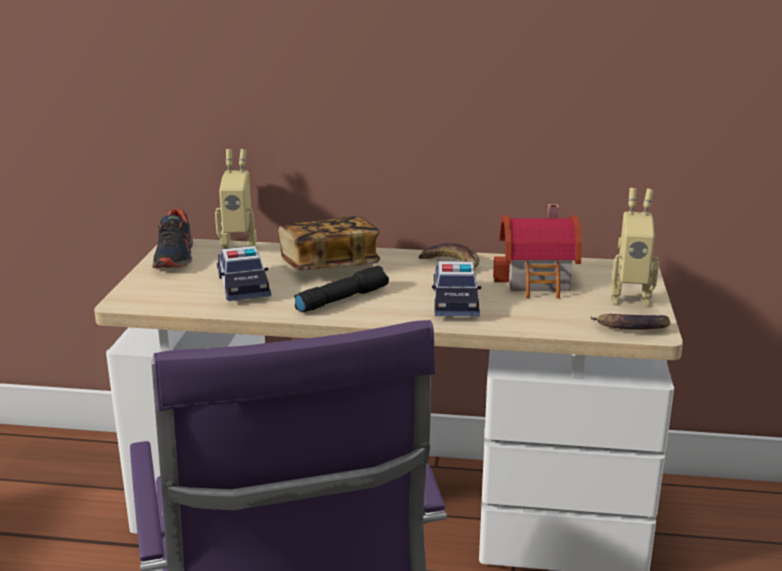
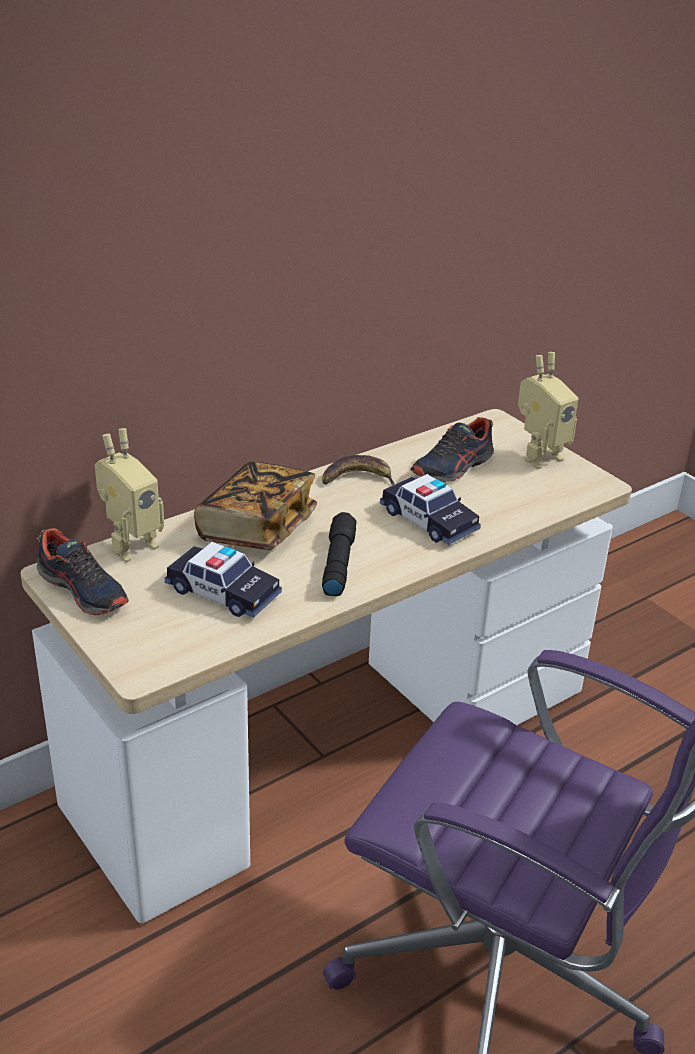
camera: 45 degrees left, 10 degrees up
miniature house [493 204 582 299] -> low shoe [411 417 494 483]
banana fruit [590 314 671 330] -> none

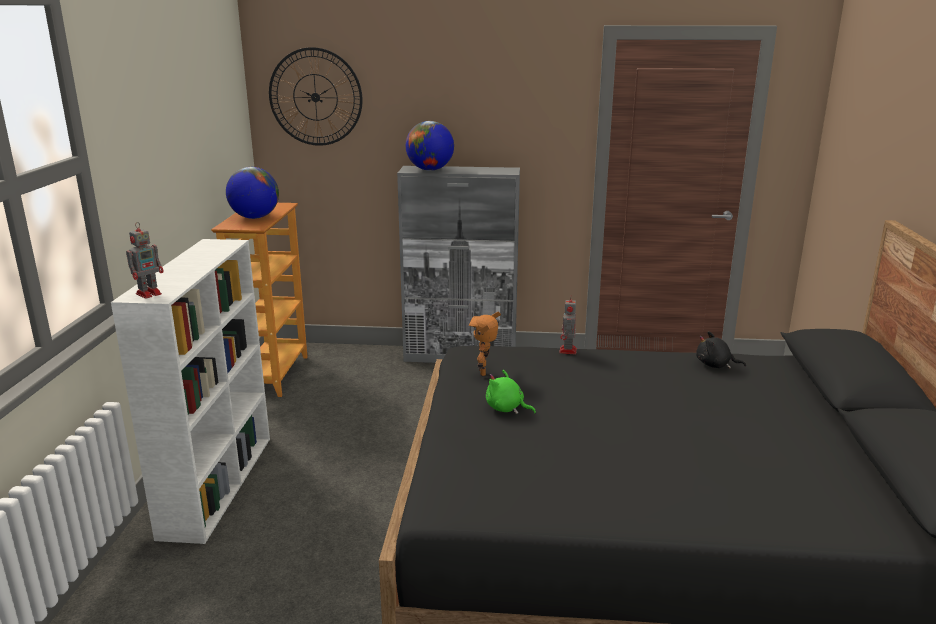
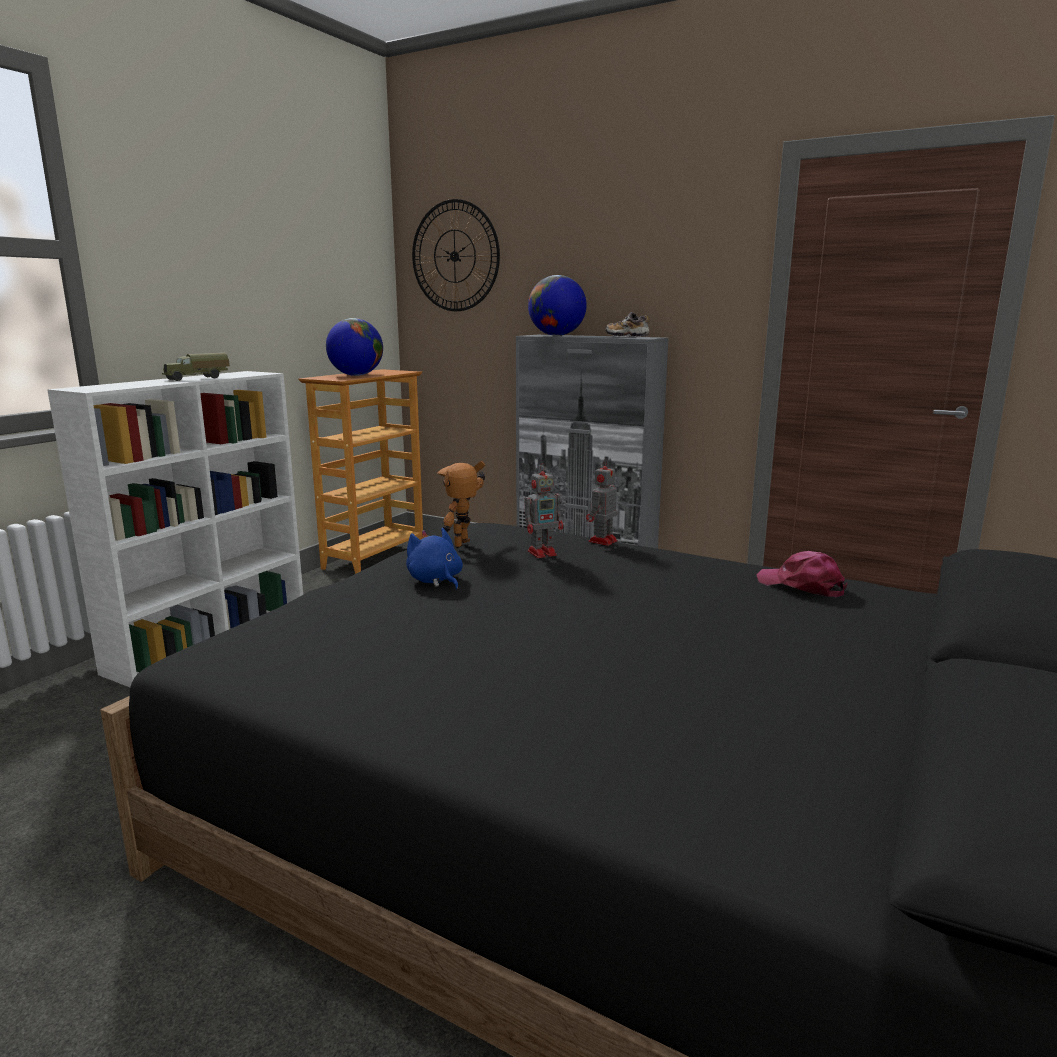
camera: 25 degrees right, 5 degrees down
model robot [126 222 163 299] -> model robot [524 463 563 558], move
black-coloured cuddly toy [696 331 746 369] -> pink-coloured peaked cap [756 551 847 597]
greenish cuddly toy [486 370 536 414] -> bluish cuddly toy [406 528 463 590]
none -> low shoe [605 312 649 337]
none -> toy truck [162 353 230 381]

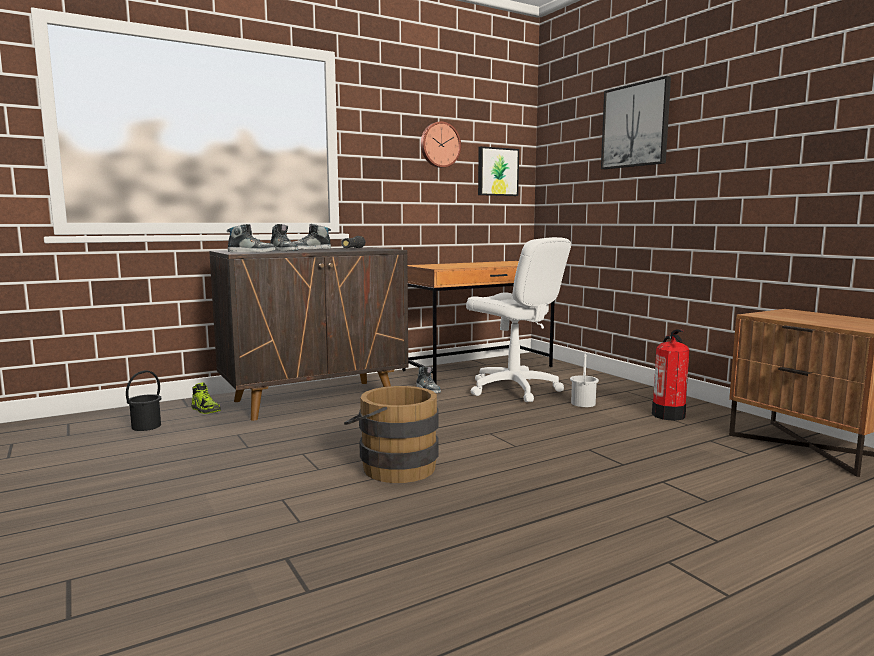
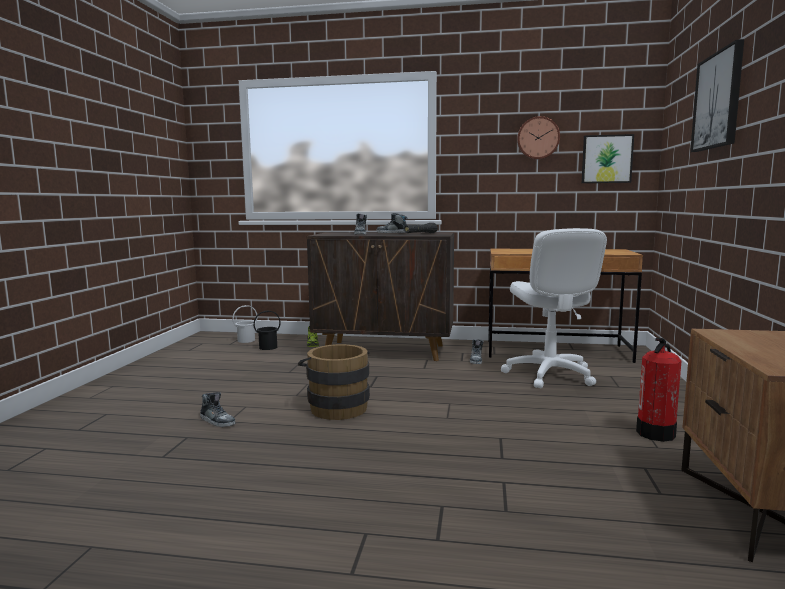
camera: 40 degrees right, 0 degrees up
low shoe [227 224 275 252] -> low shoe [200 392 236 427], move
white-coloured pail [570 354 599 407] -> white-coloured pail [232 305 258 343], move

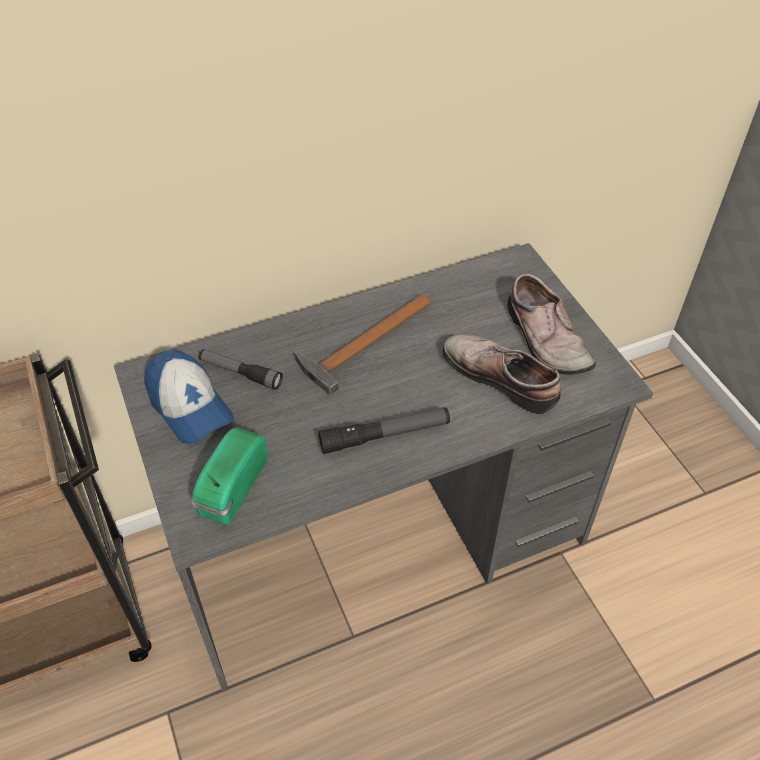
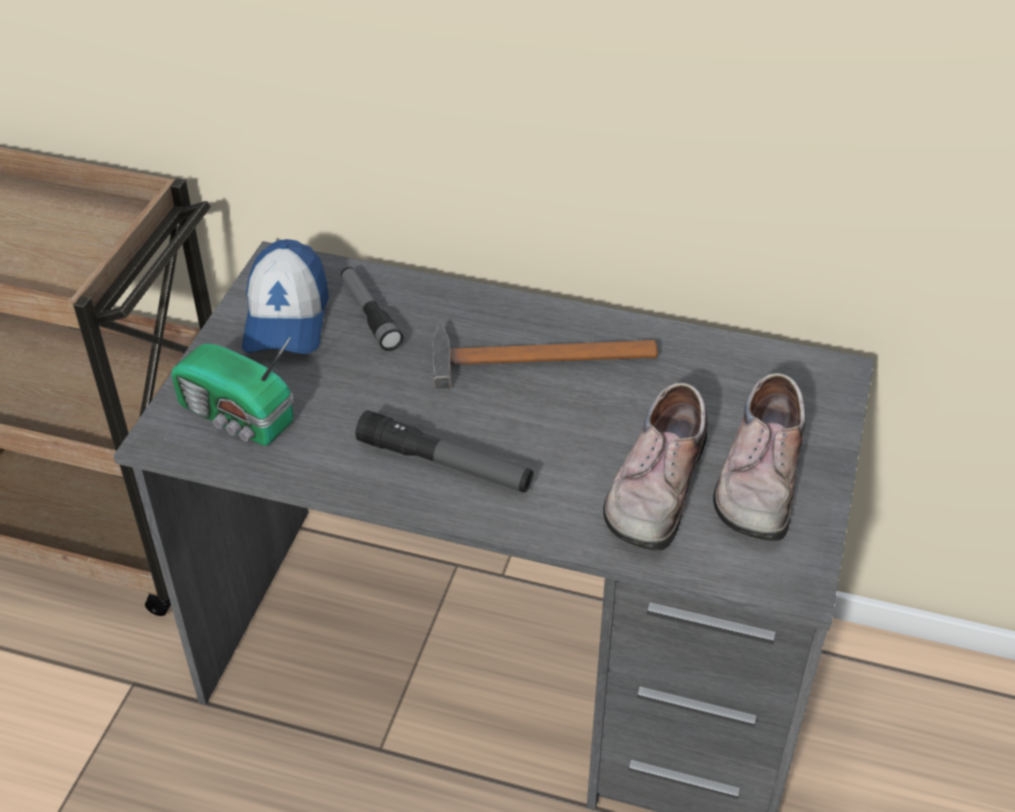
camera: 40 degrees right, 5 degrees down
low shoe [442 334 561 414] -> low shoe [603 383 708 551], 150 degrees counterclockwise
radio [191 427 268 525] -> radio [171 337 294 446], 120 degrees counterclockwise

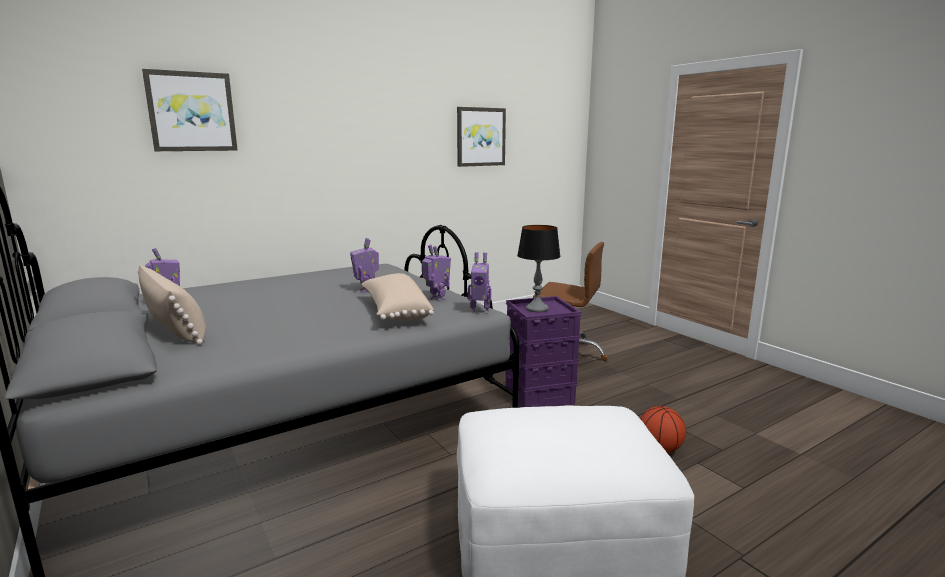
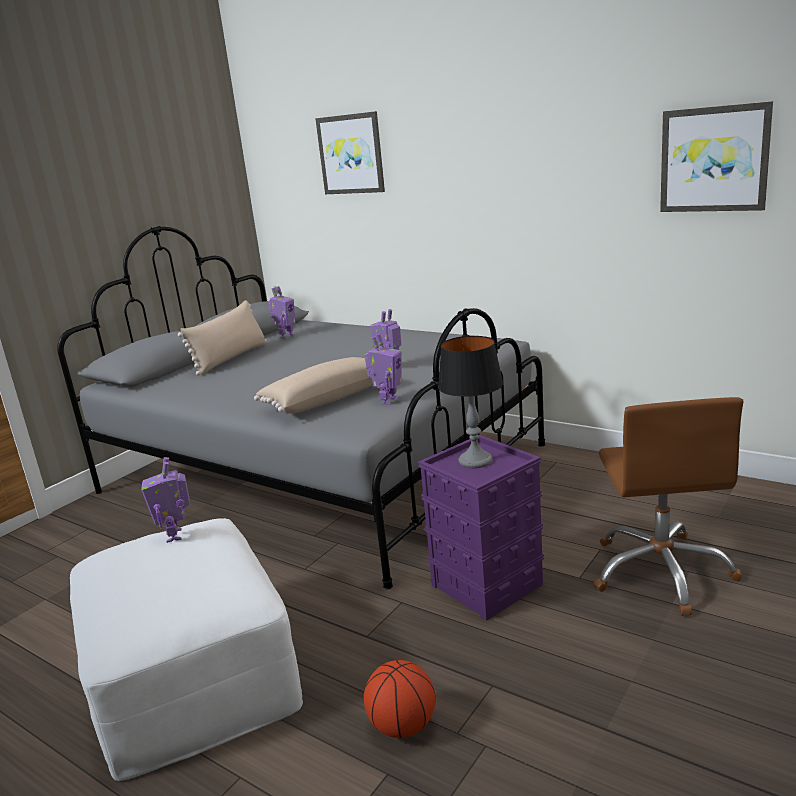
camera: 70 degrees right, 5 degrees up
model robot [468 253 491 314] -> model robot [141 457 190 543], move

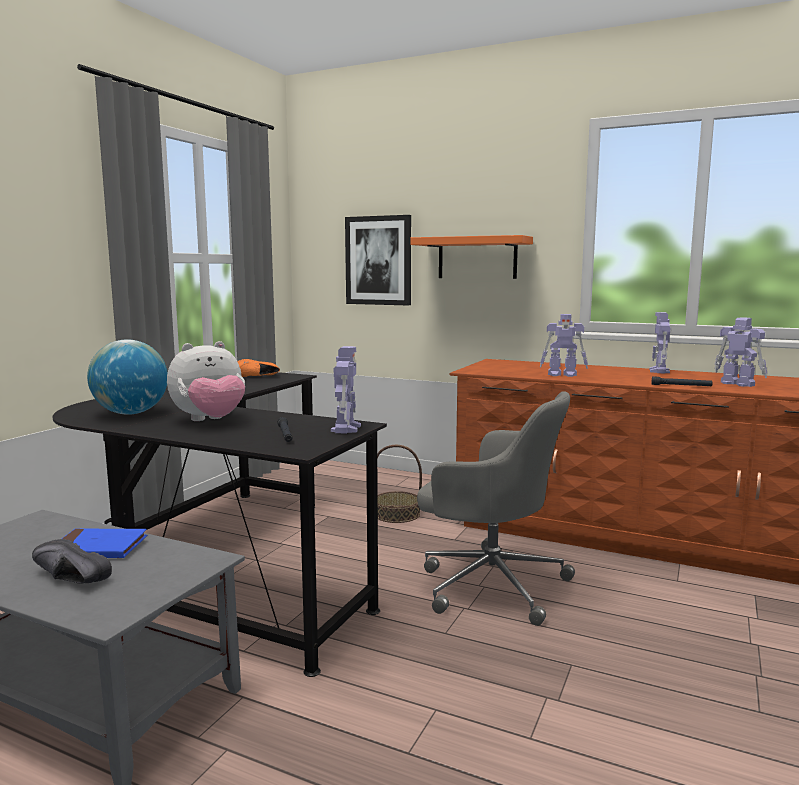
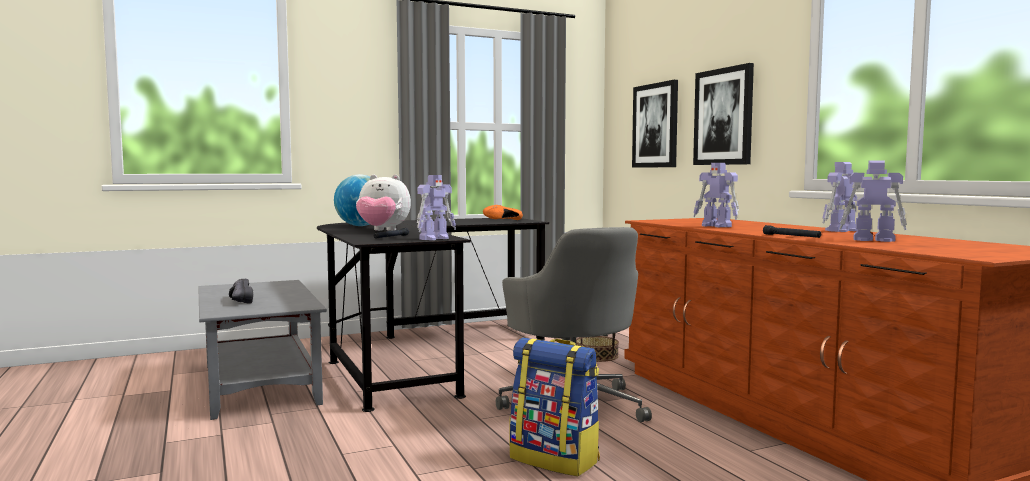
camera: 40 degrees right, 5 degrees down
orange-coloured wall shelf [410 235 533 279] -> wall art [693 63 754 165]
model robot [715 318 767 387] -> model robot [839 160 907 242], 75 degrees counterclockwise
bluish volume [62 529 148 558] -> none
none -> backpack [509 338 600 476]

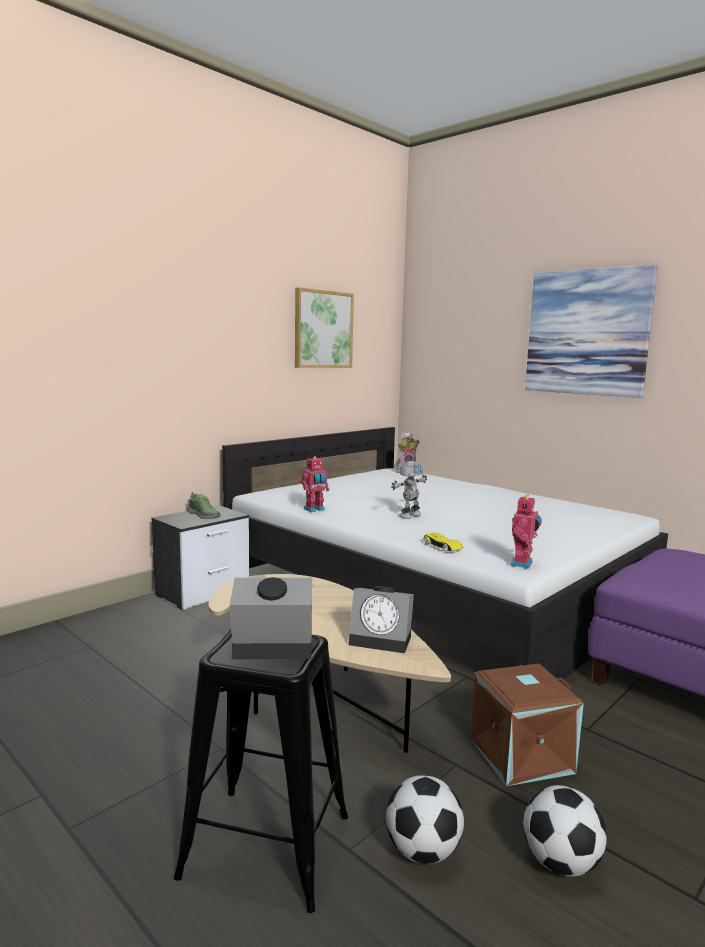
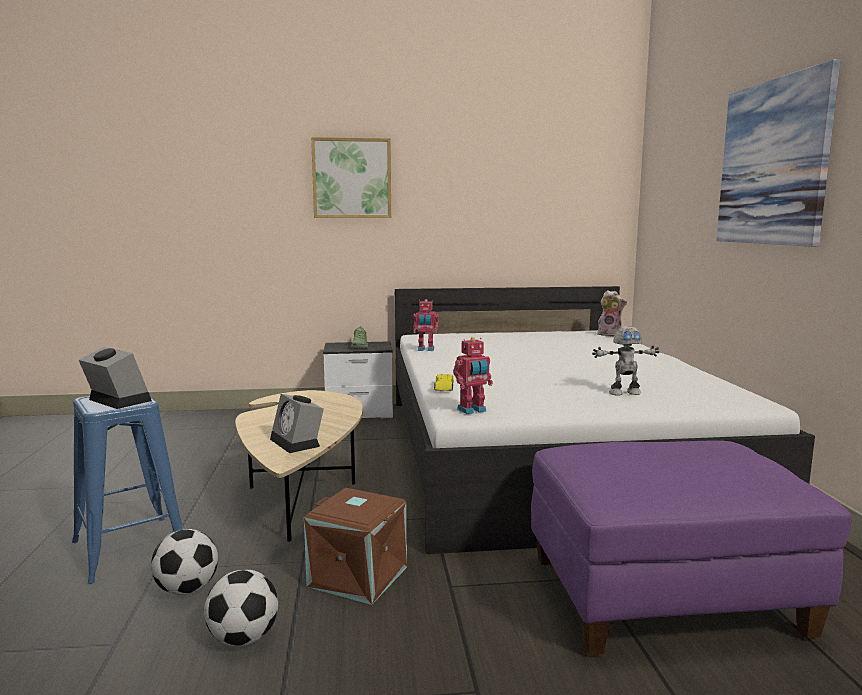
camera: 40 degrees right, 0 degrees up
wall art [295 288 354 368] -> wall art [311 137 391 218], move
model robot [391 461 427 519] -> model robot [592 326 659 396], move
black-coloured sitting stool [174 630 348 913] -> bluish sitting stool [72 396 183 584]

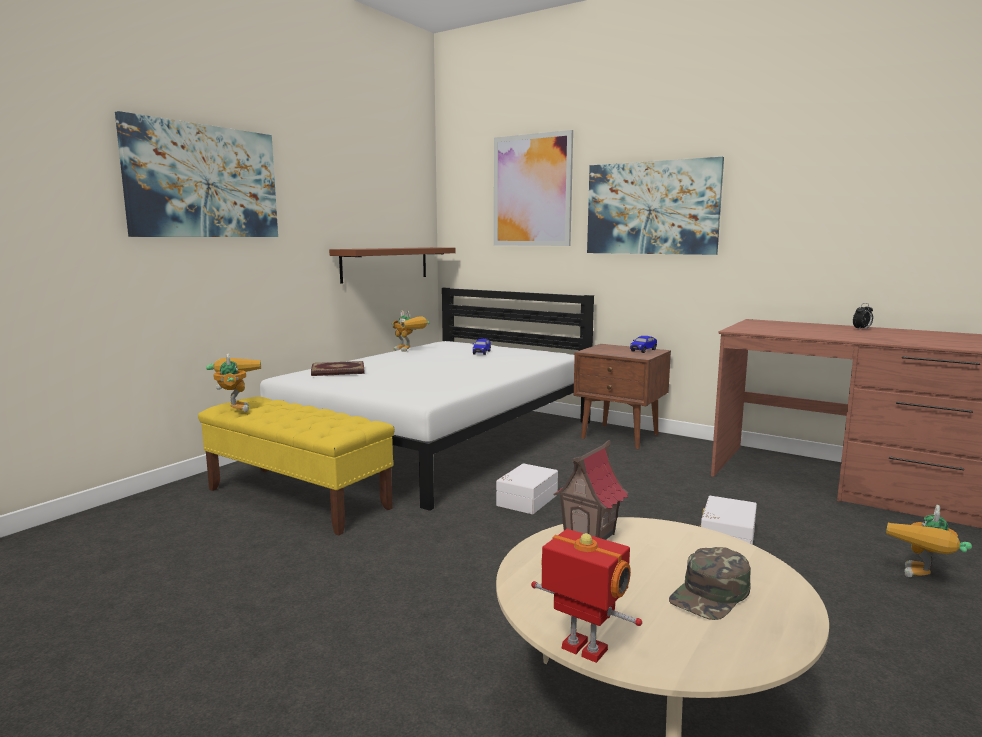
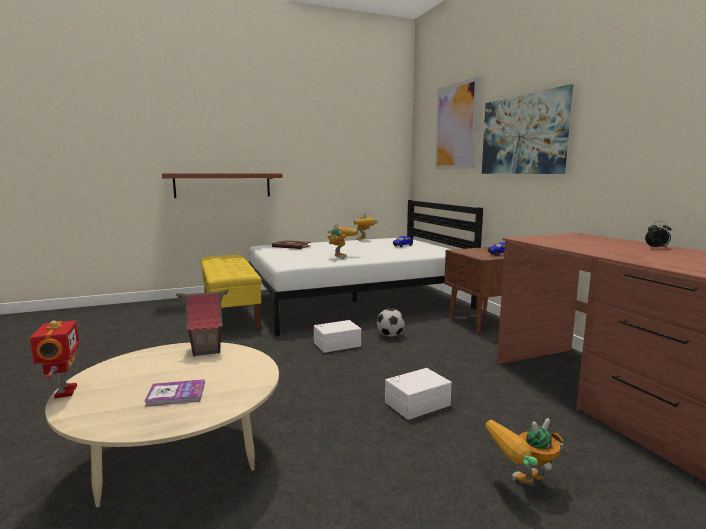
camera: 35 degrees right, 0 degrees up
wall art [115 111 278 237] -> none
brown wall shelf [329 247 456 284] -> brown wall shelf [162 173 283 198], move
model robot [206 353 261 411] -> model robot [328 223 358 259], move
greenish peaked cap [669 547 751 620] -> volume [144 379 205 407]
none -> ball for football [377 308 405 337]

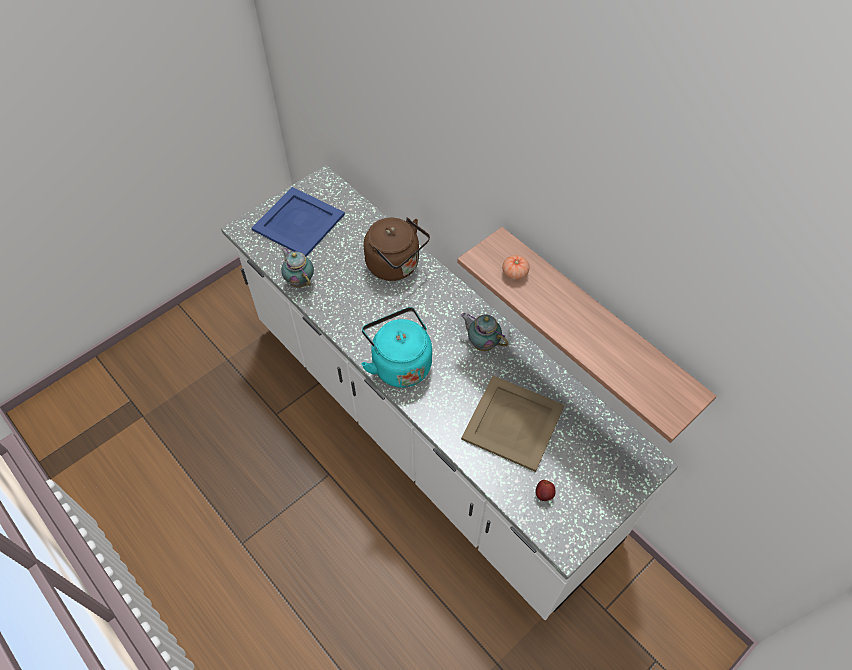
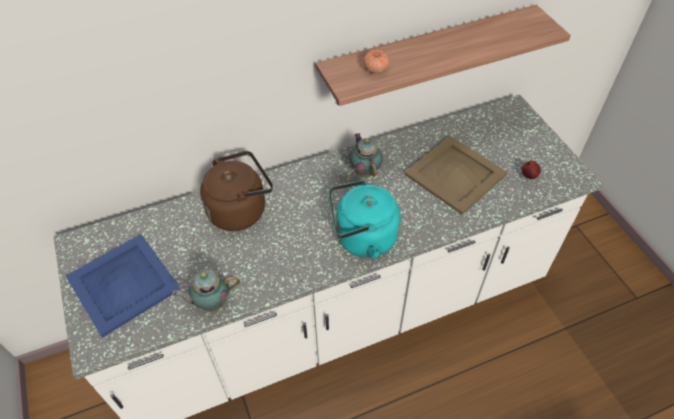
camera: 70 degrees left, 5 degrees down
tea pot [460 313 508 351] -> tea pot [349 133 383 177], 105 degrees clockwise

